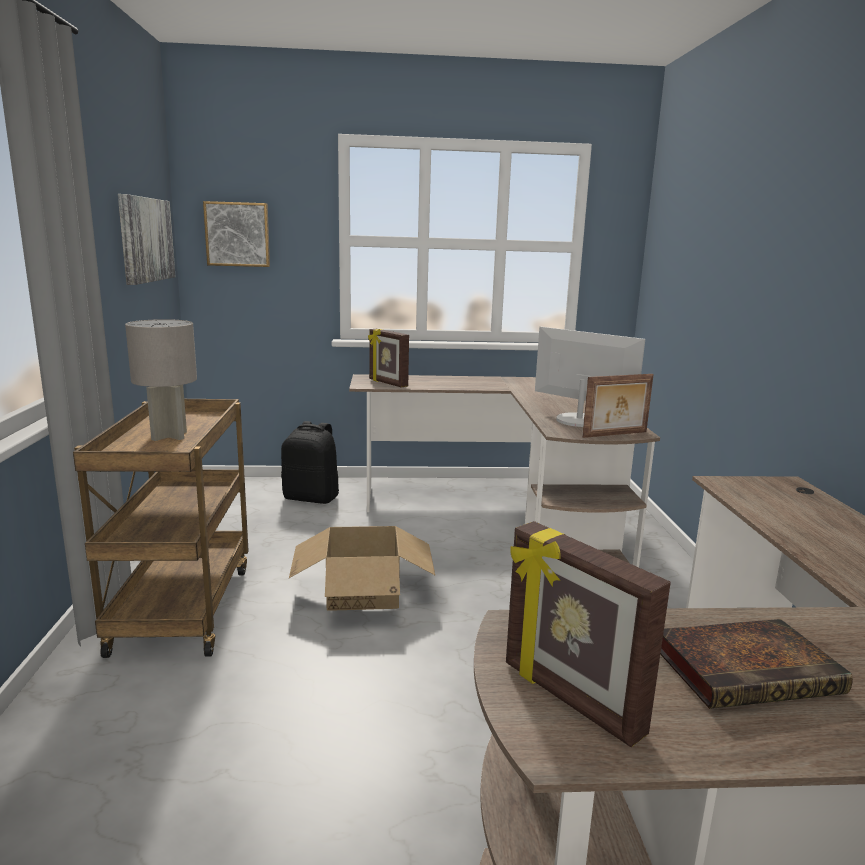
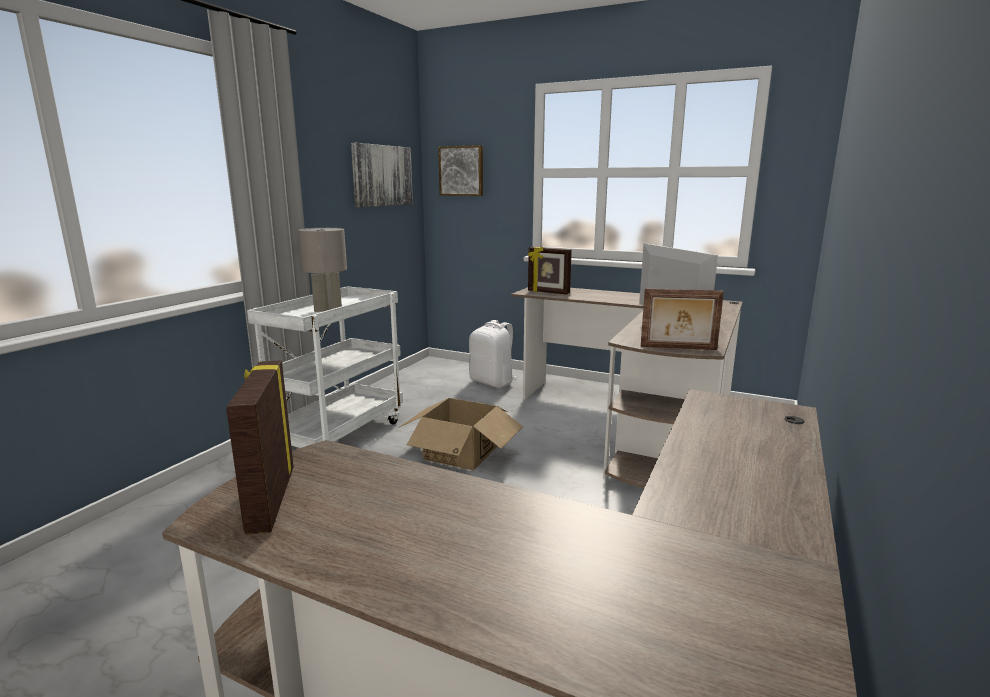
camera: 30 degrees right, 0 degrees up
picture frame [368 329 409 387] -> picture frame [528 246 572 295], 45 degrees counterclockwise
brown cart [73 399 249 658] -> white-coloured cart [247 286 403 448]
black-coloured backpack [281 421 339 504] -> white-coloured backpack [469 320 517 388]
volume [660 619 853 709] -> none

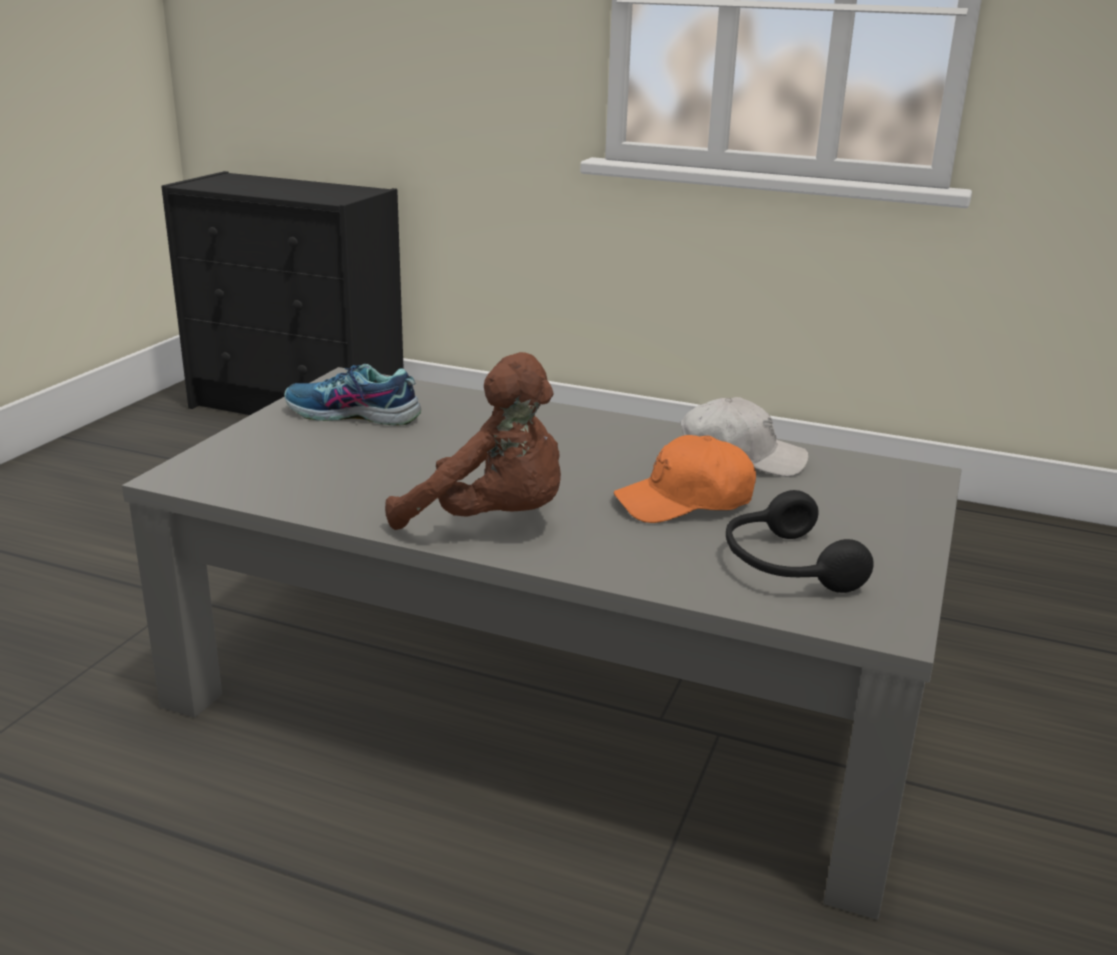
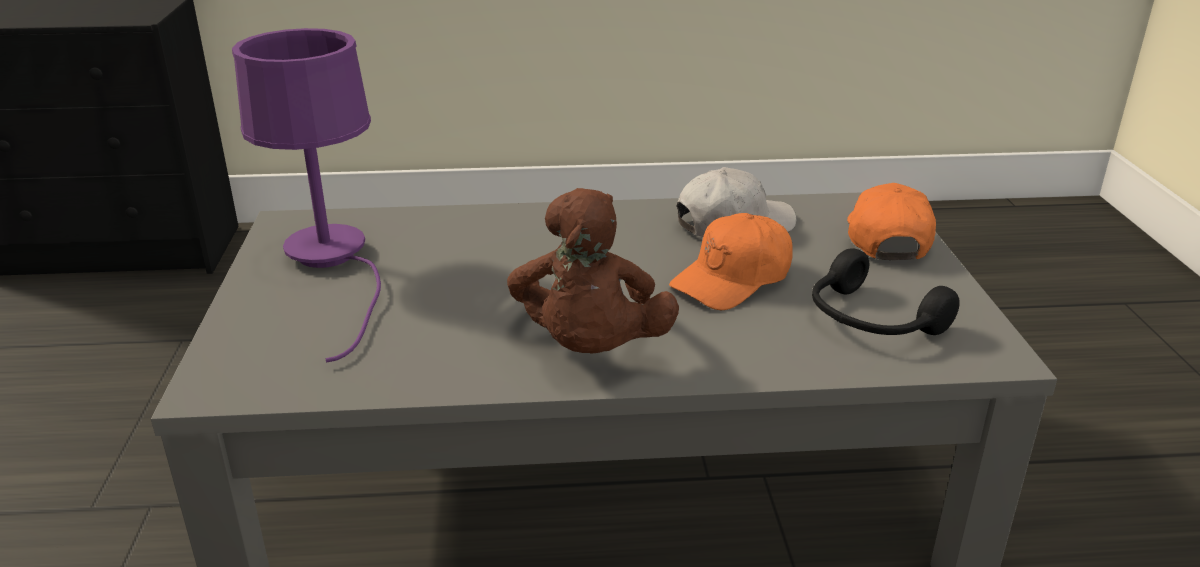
camera: 25 degrees left, 5 degrees up
brown cuddly toy [385 352 561 530] -> brown cuddly toy [507 188 679 354], 90 degrees clockwise
low shoe [284 364 421 426] -> purplish table lamp [232 28 381 363]
none -> orange-coloured peaked cap [847 183 936 260]

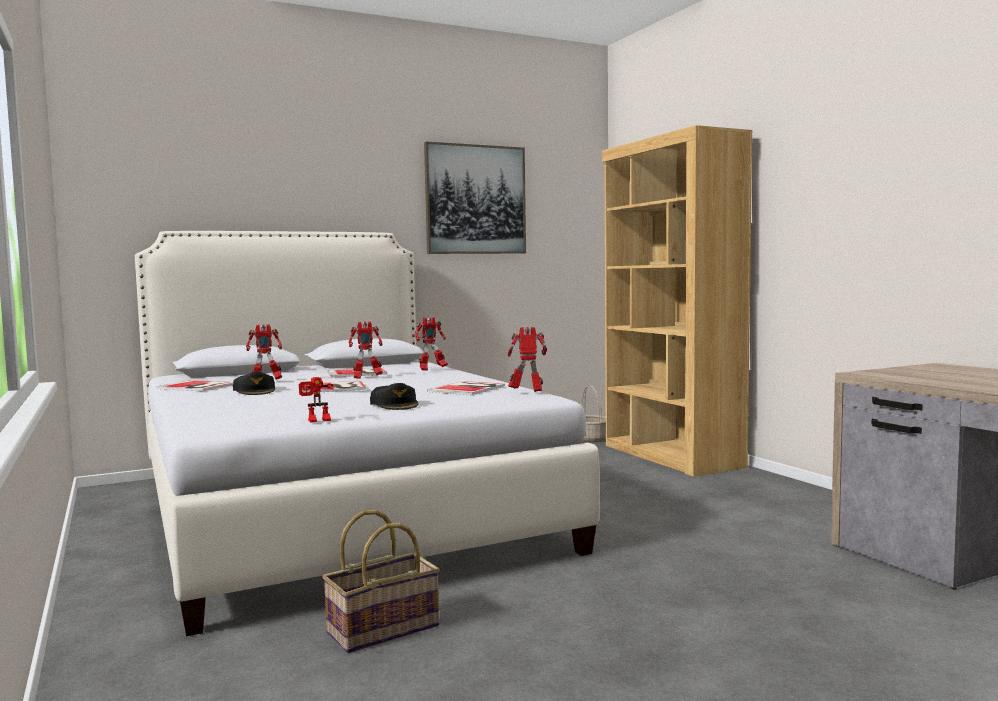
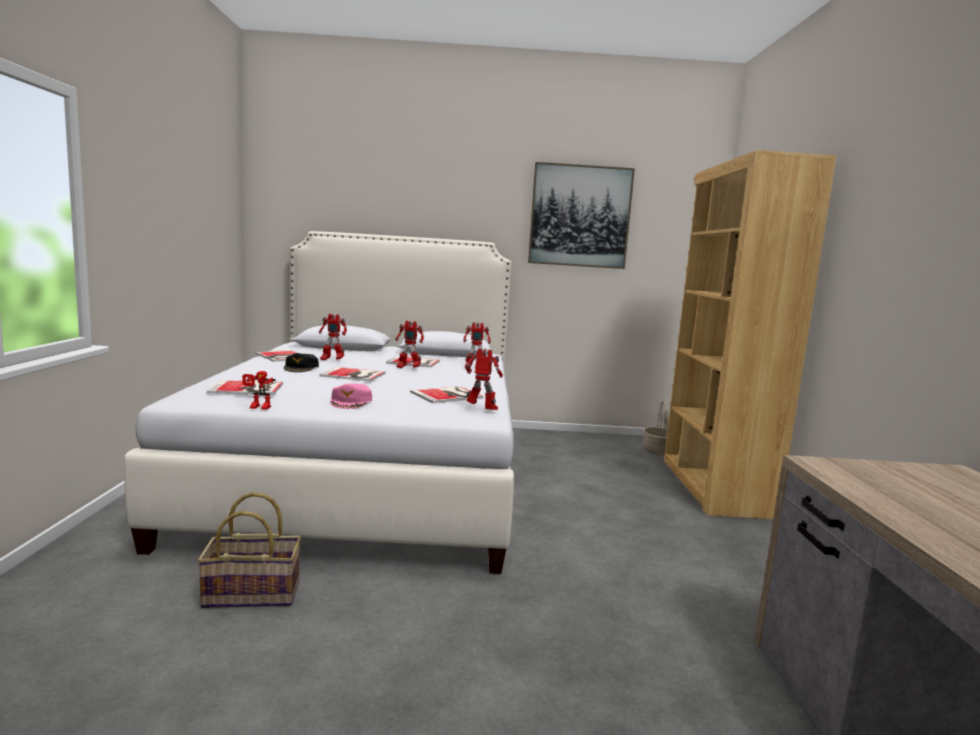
camera: 25 degrees right, 5 degrees up
black-coloured peaked cap [370 383 419 410] -> pink-coloured peaked cap [330 383 372 409]
none -> volume [207 380 283 395]

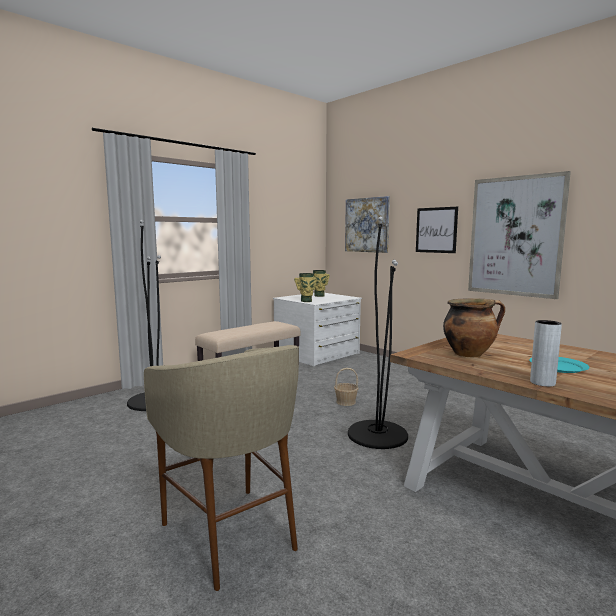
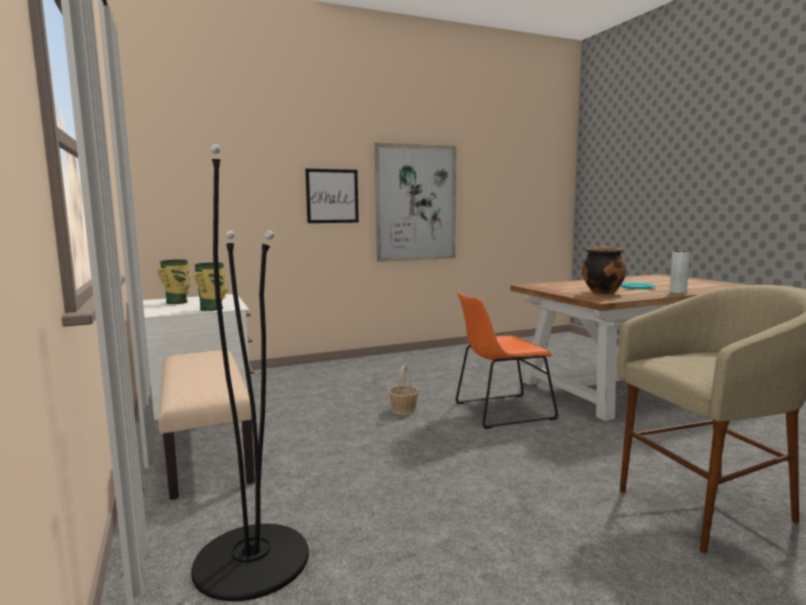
camera: 70 degrees left, 0 degrees up
wall art [345 196 390 253] -> none
black-coloured standing lamp [348 216 408 449] -> orange-coloured upright chair [455 291 558 429]

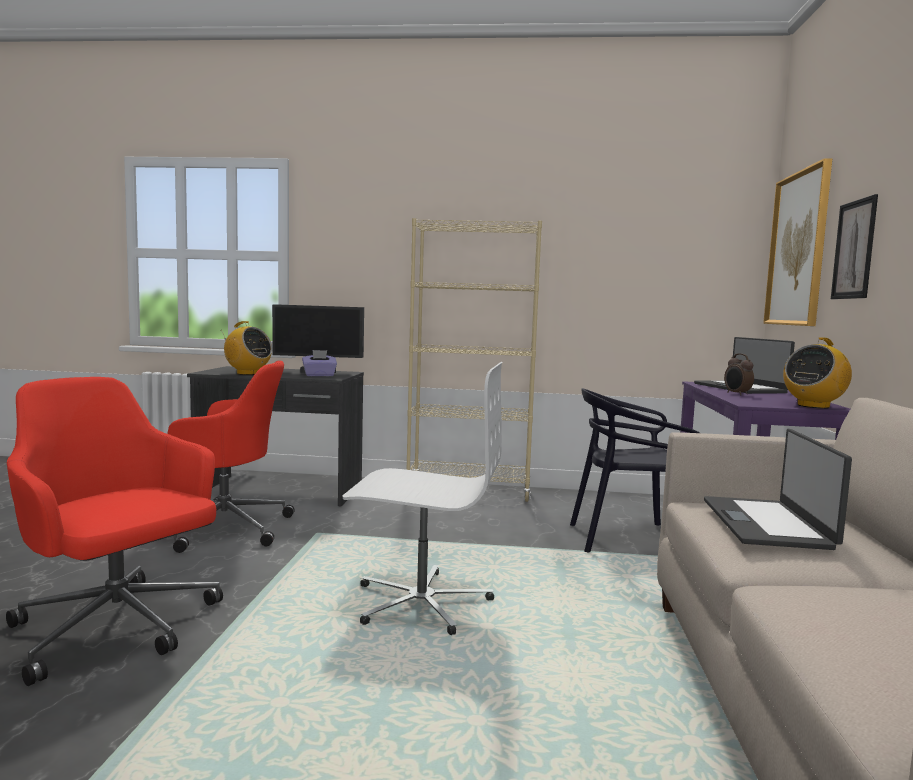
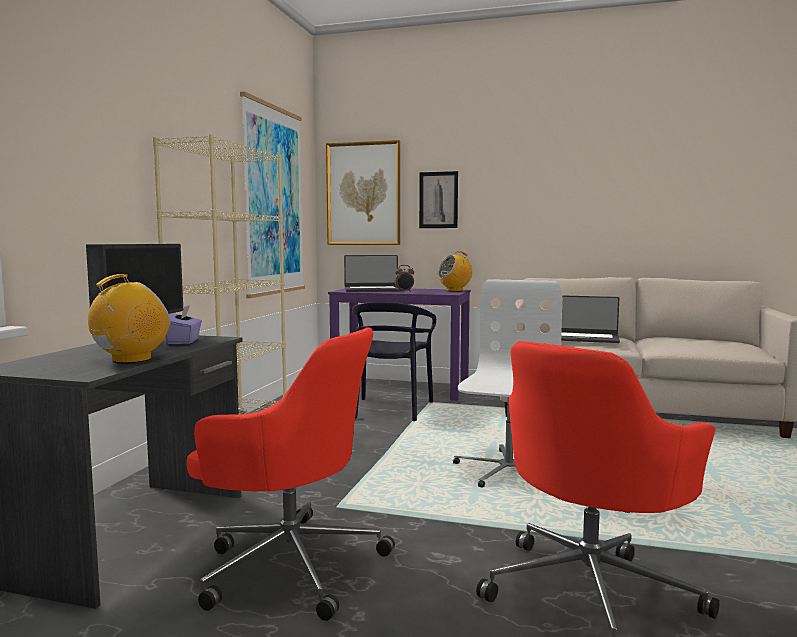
camera: 80 degrees left, 0 degrees up
radio [783 337 852 409] -> radio [438 251 472 291], 90 degrees clockwise
red-coloured office chair [168 361 294 553] -> red-coloured office chair [186 327 395 621], 105 degrees clockwise
none -> wall art [240 92 305 298]

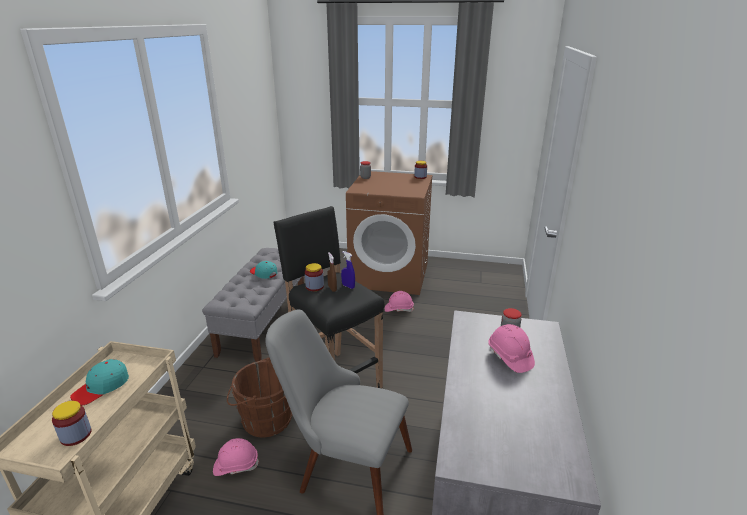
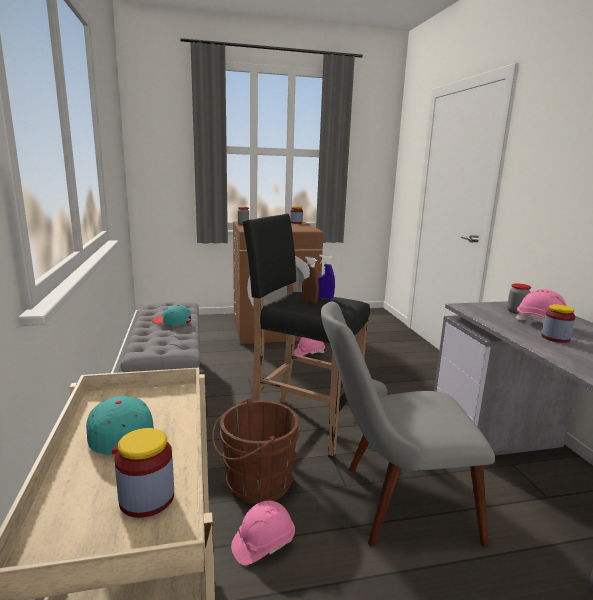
camera: 25 degrees left, 10 degrees down
preserve jar [305 263 324 291] -> preserve jar [541 304 575 343], move
turquoise-coloured peaked cap [70 359 129 405] -> turquoise-coloured peaked cap [86 396 154 455], 135 degrees clockwise

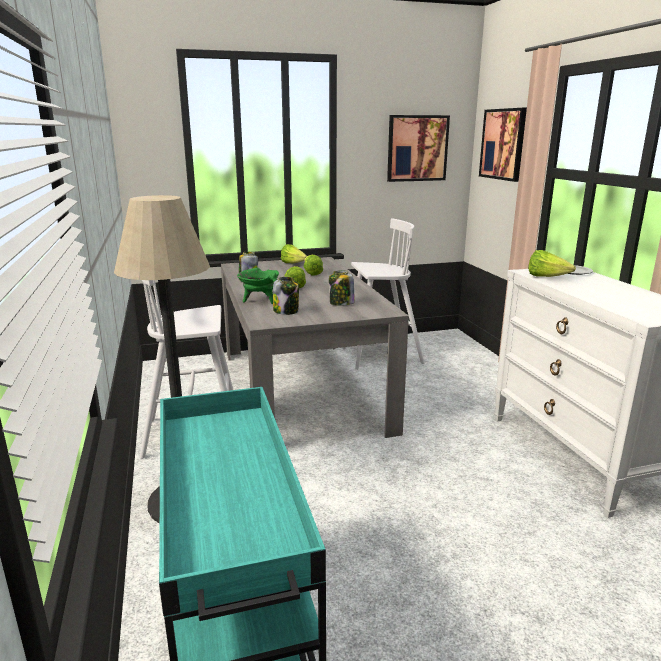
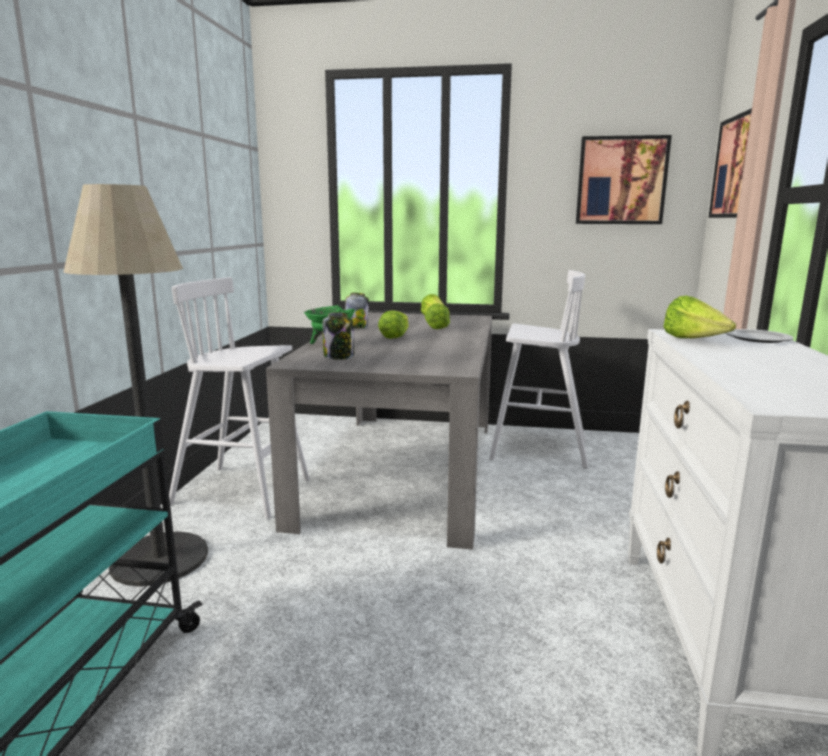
camera: 25 degrees right, 5 degrees down
preserve jar [329 270 355 306] -> none

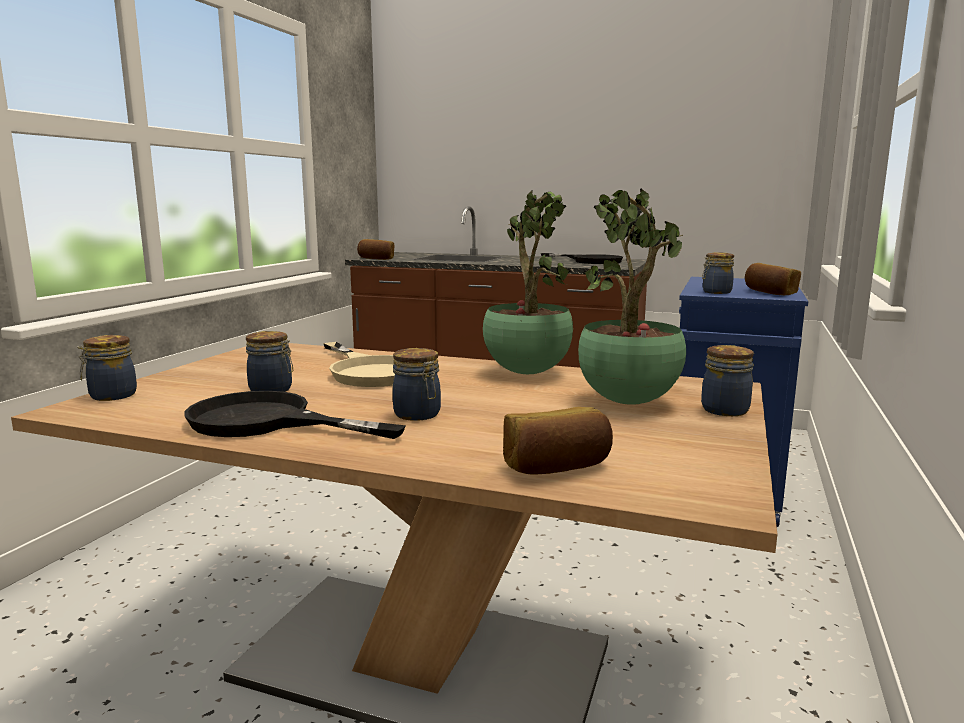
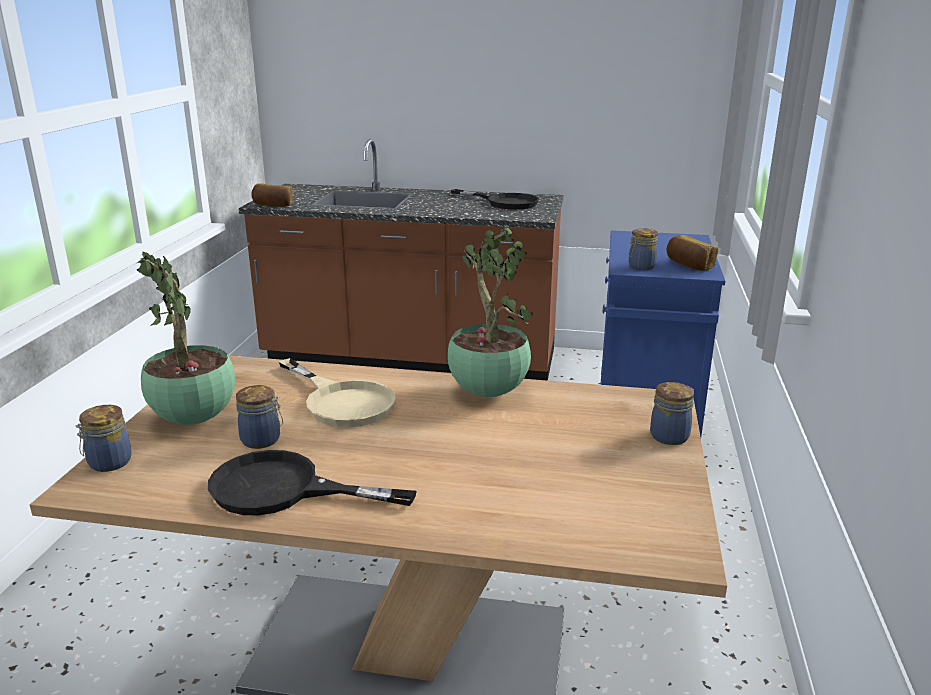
camera: 10 degrees left, 10 degrees up
plant in a pot [578 188 686 405] -> plant in a pot [137 252 235 425], move
preserve jar [393 348 441 421] -> none
bakery bread [503 407 613 475] -> none

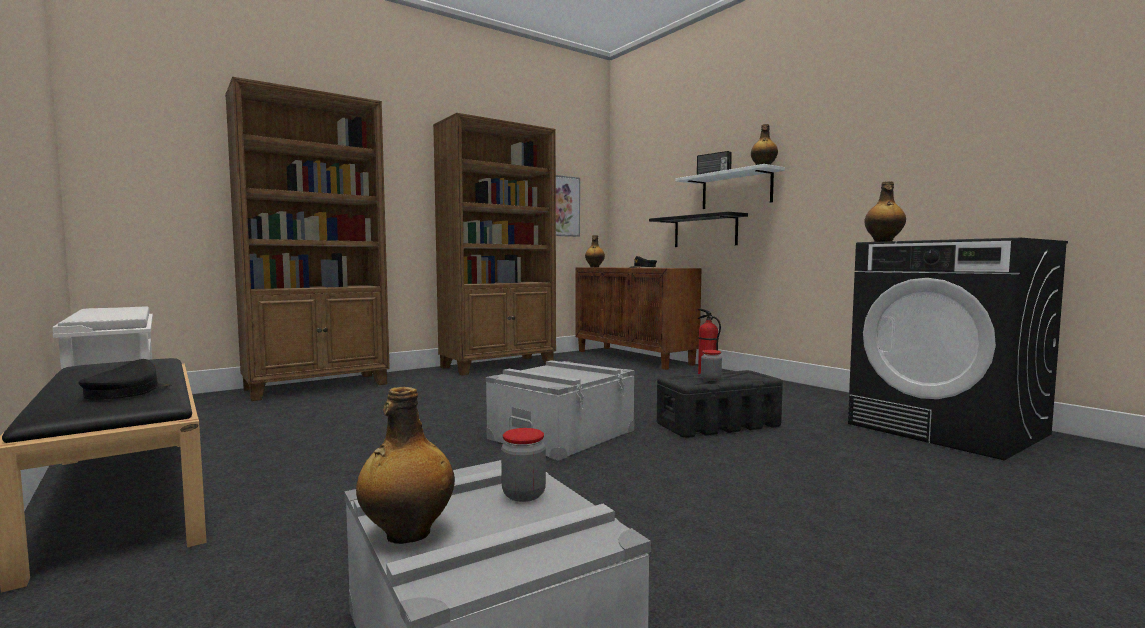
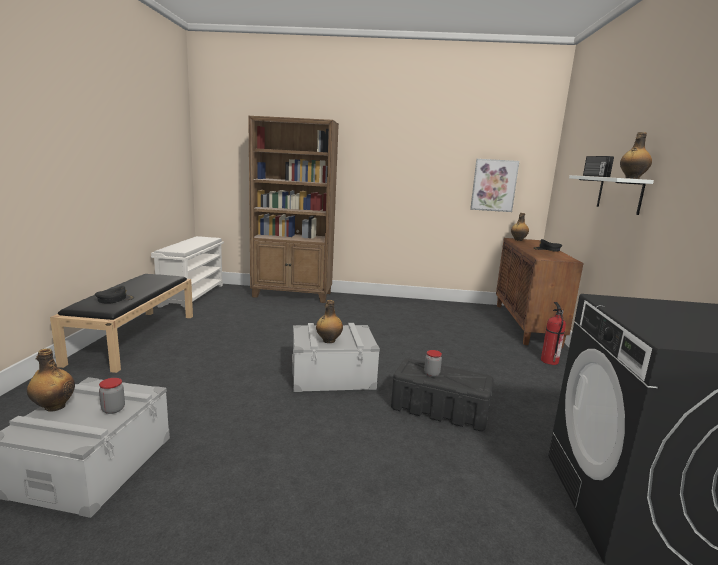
camera: 40 degrees right, 10 degrees up
brown shelving unit [433 113 556 376] -> none
bottle [864 181 906 242] -> bottle [316 300 343 343], move
black-coloured wall shelf [649 212 748 247] -> none

